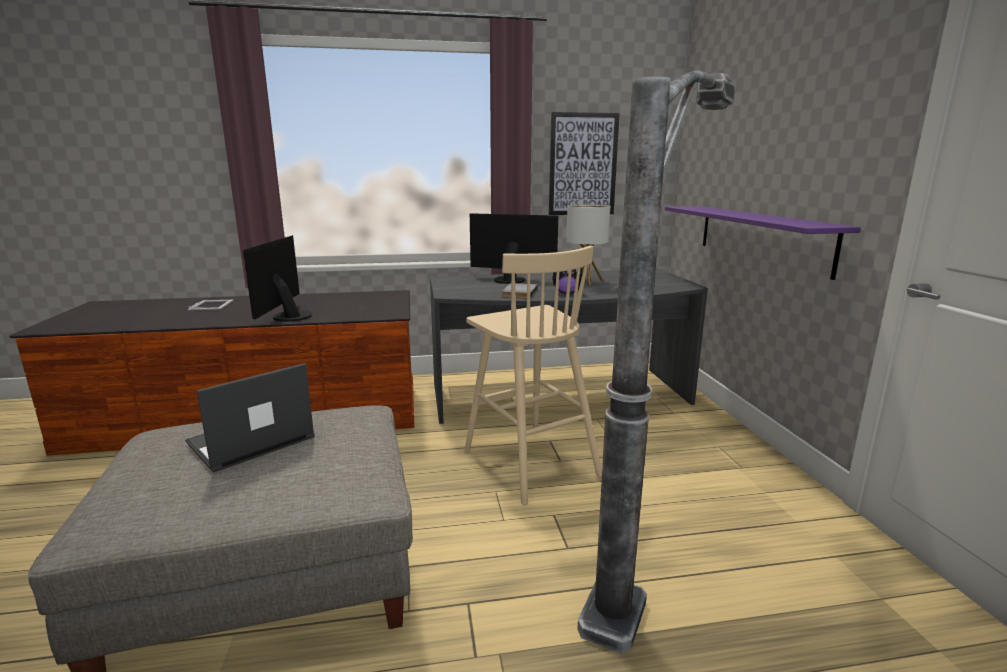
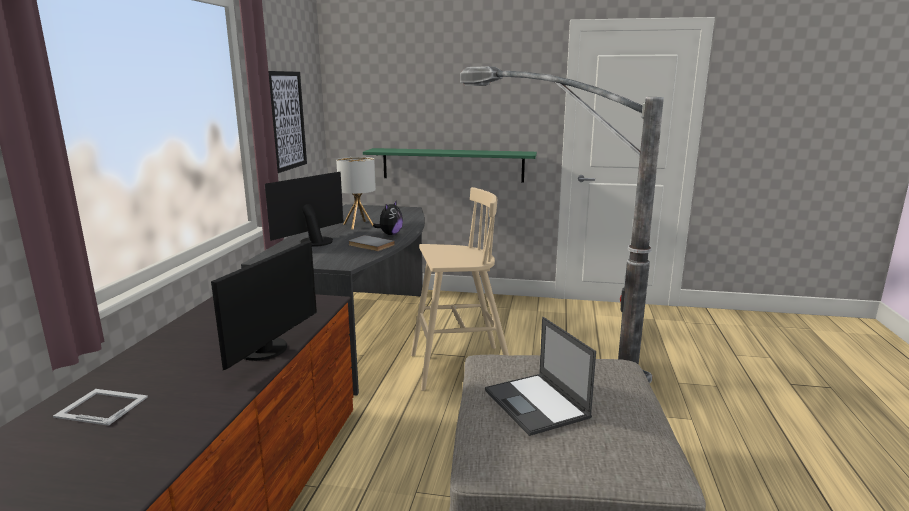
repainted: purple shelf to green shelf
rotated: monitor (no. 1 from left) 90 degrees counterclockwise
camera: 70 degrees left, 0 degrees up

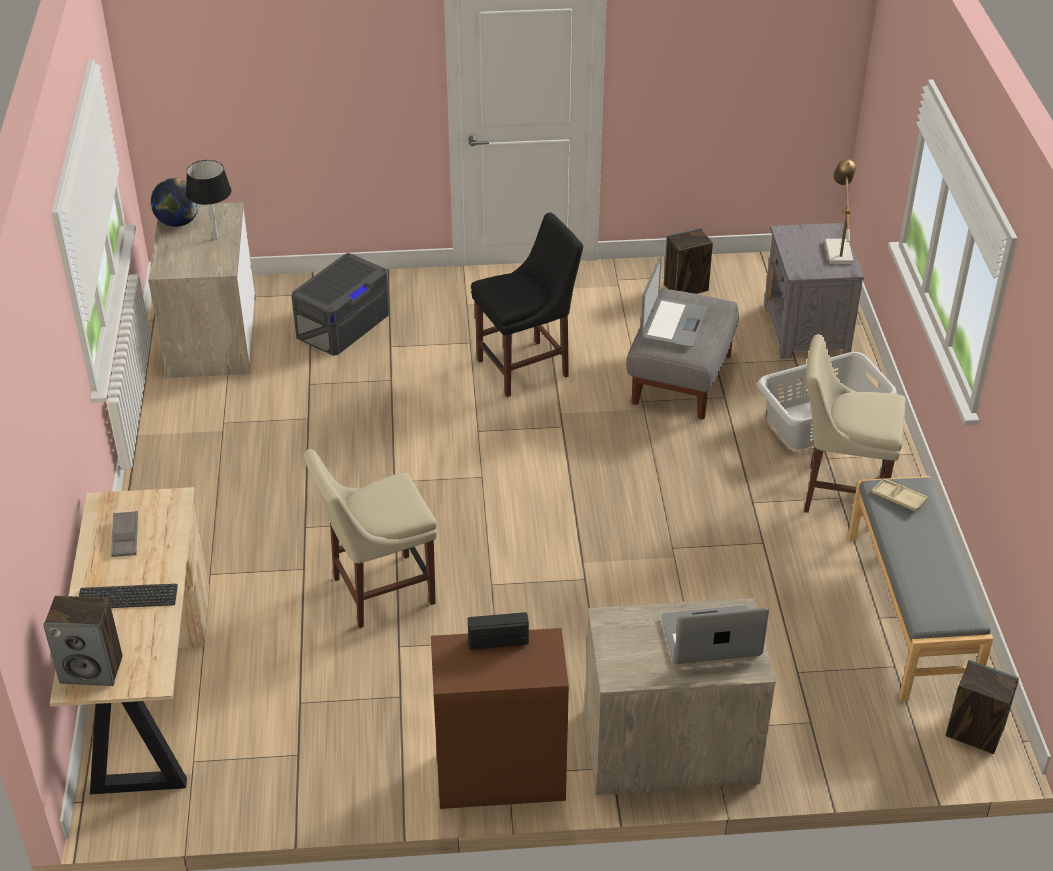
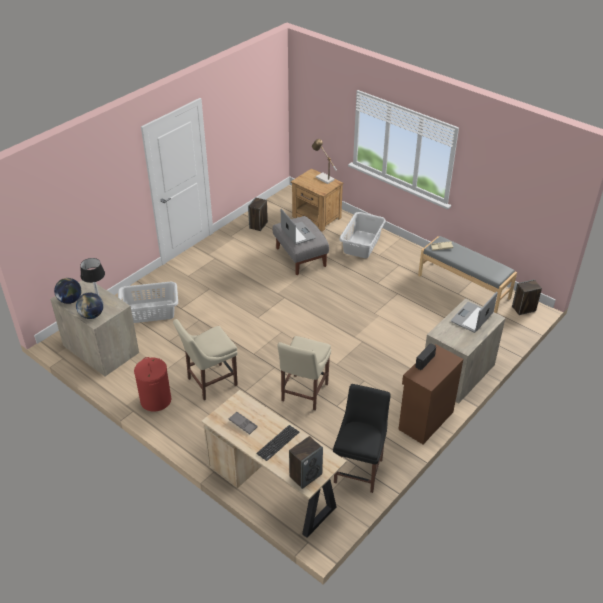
new: globe (no. 2 from left); red laundry basket
shifted: black chair; beige chair (no. 2 from left in the first image) to beige chair (no. 1 from left)
swapped: grey storage box to grey laundry basket (no. 1 from left)
repainted: grey nightstand to brown nightstand
camera: 45 degrees left, 0 degrees up

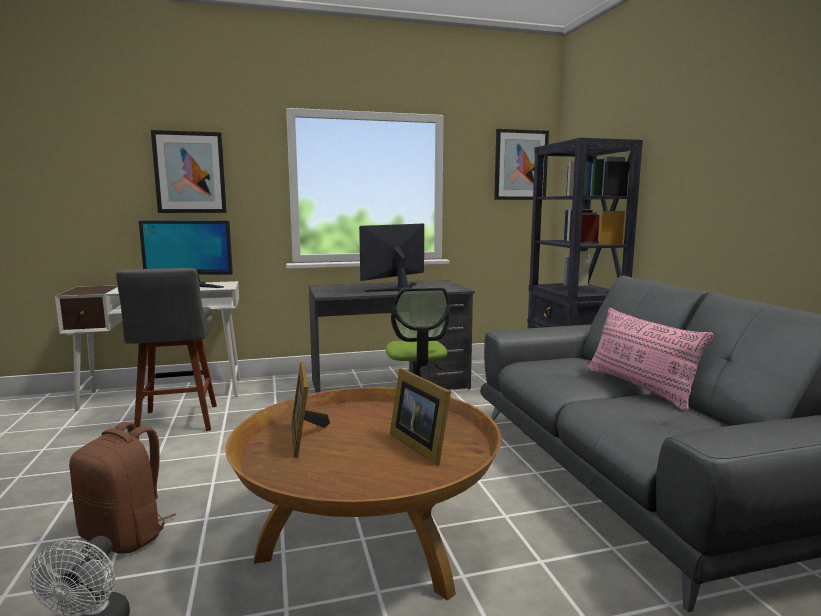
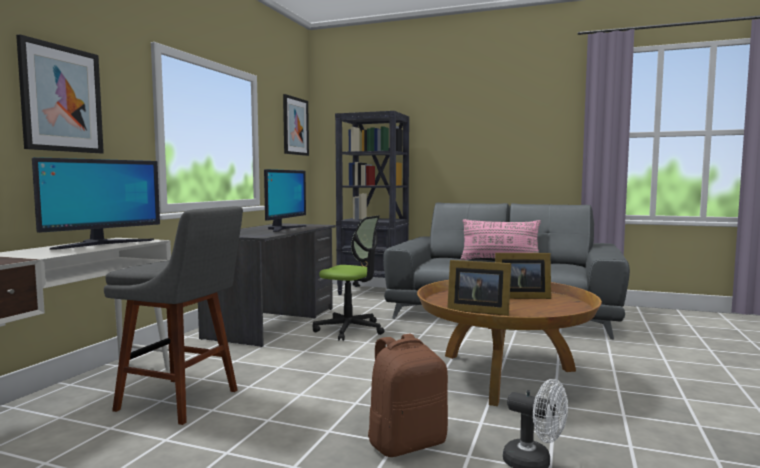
rotated: monitor (no. 2 from left) 150 degrees counterclockwise
camera: 55 degrees left, 5 degrees down

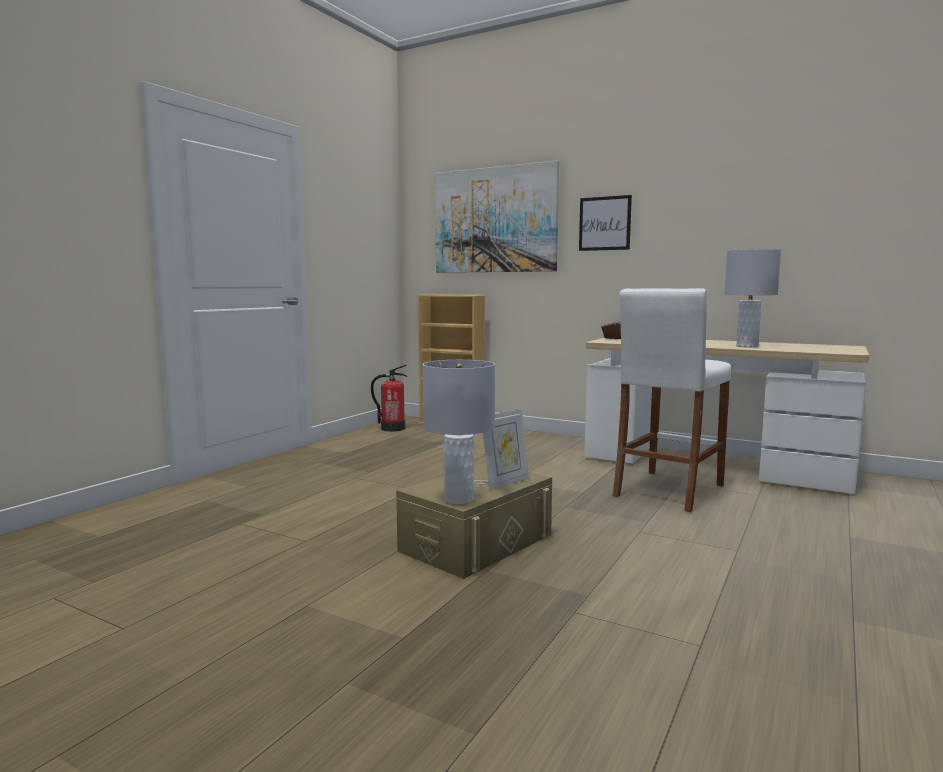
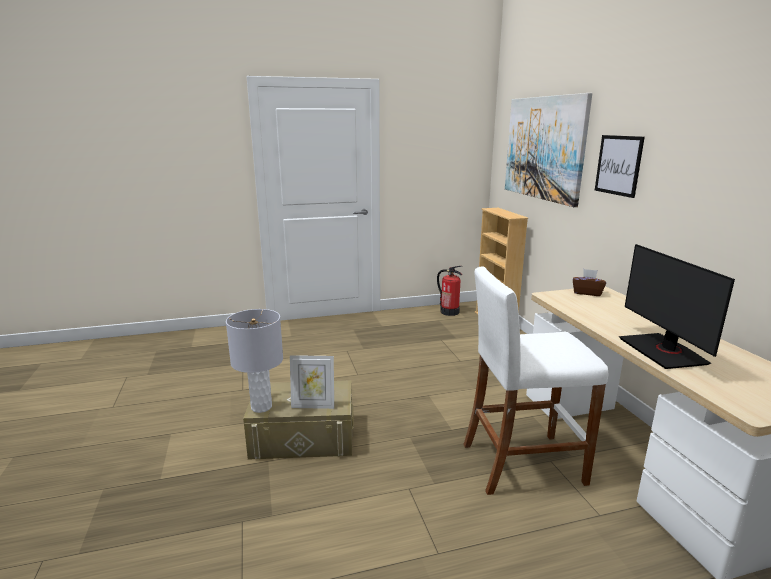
swapped: grey table lamp (no. 2 from left) to monitor
camera: 45 degrees right, 10 degrees up

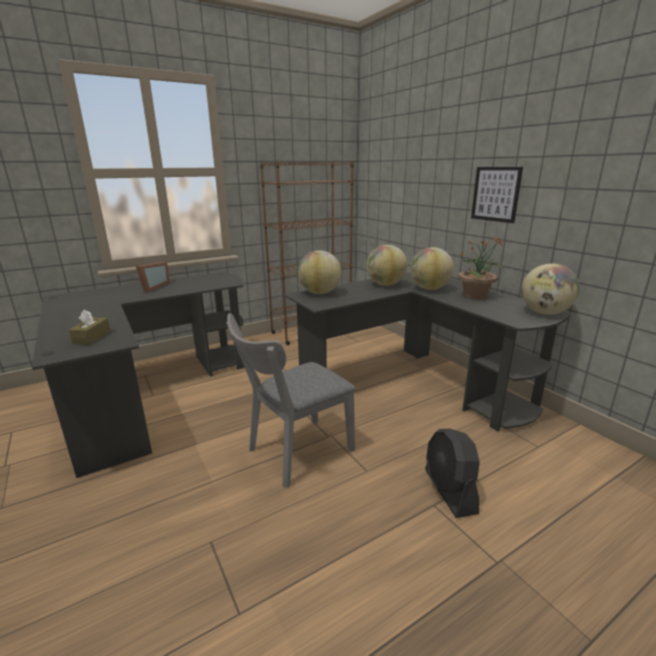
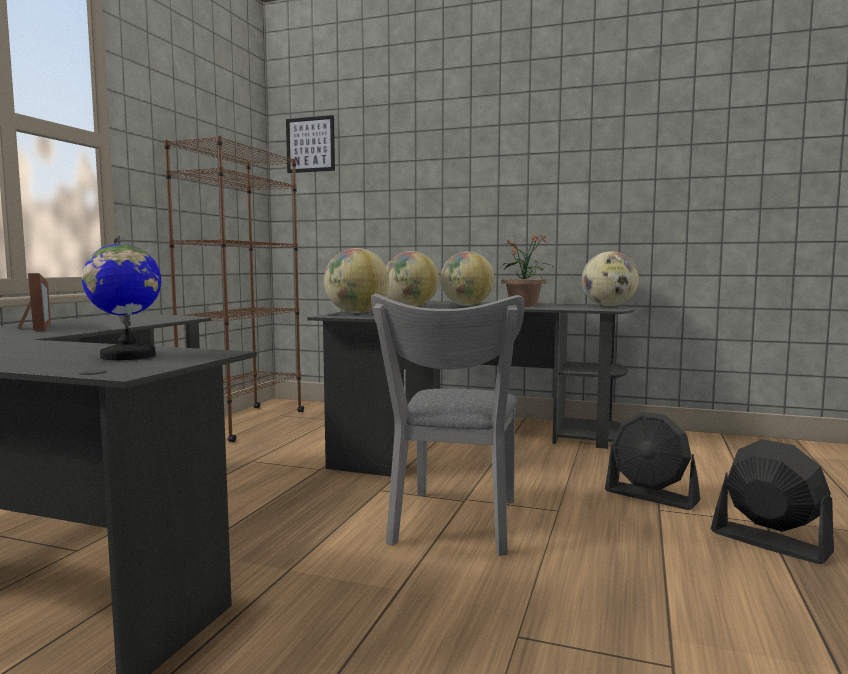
new: black fan (no. 2 from left)
shifted: picture
swapped: brown tissue box to globe (no. 1 from left)
camera: 40 degrees left, 15 degrees down

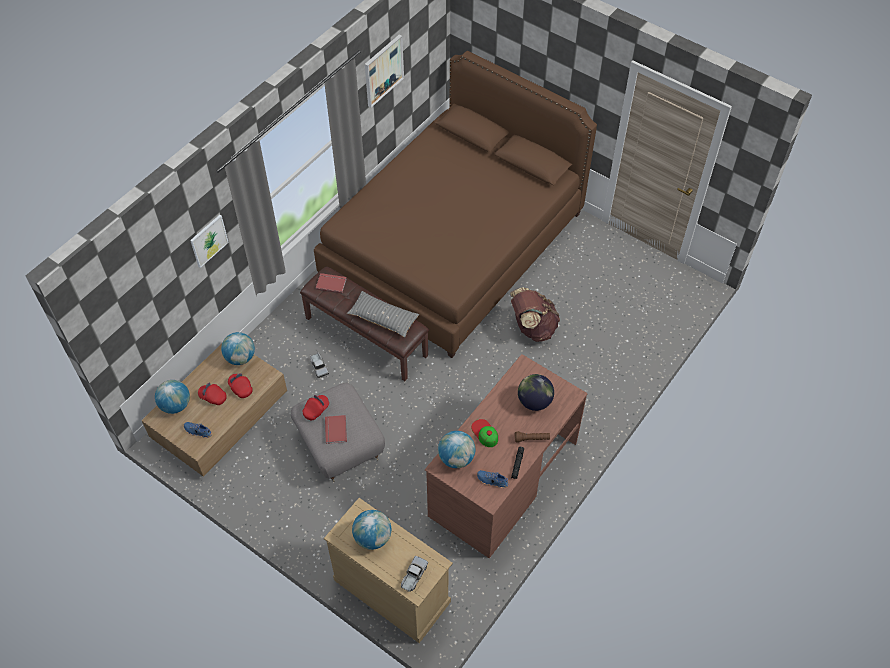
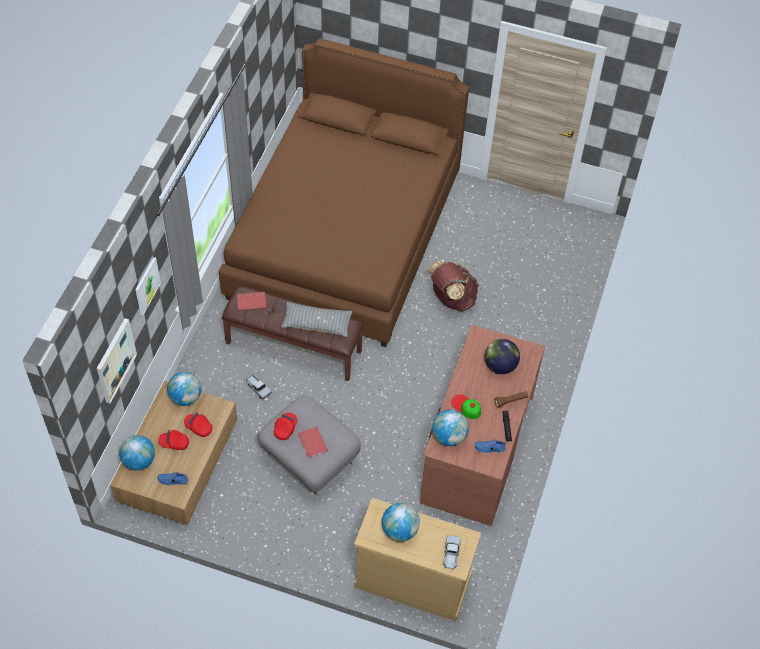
shifted: picture (no. 2 from left in the first image) to picture (no. 1 from left)
camera: 20 degrees left, 0 degrees up

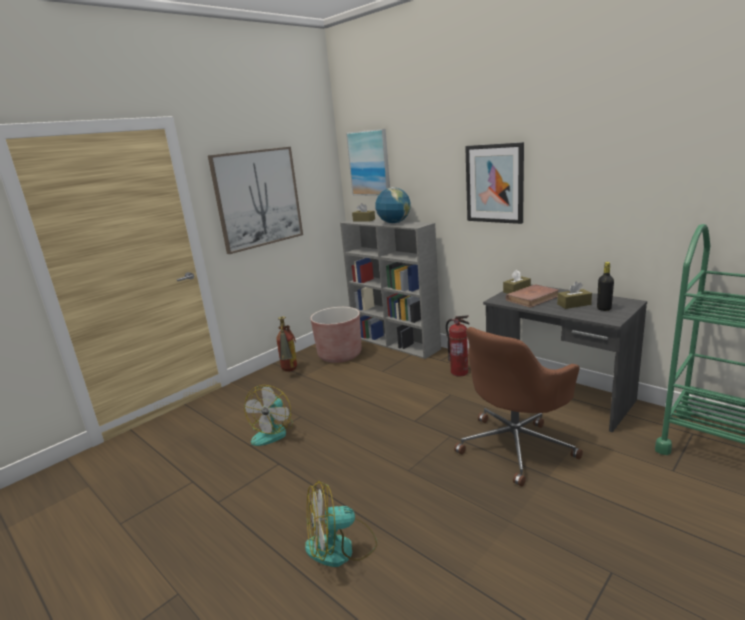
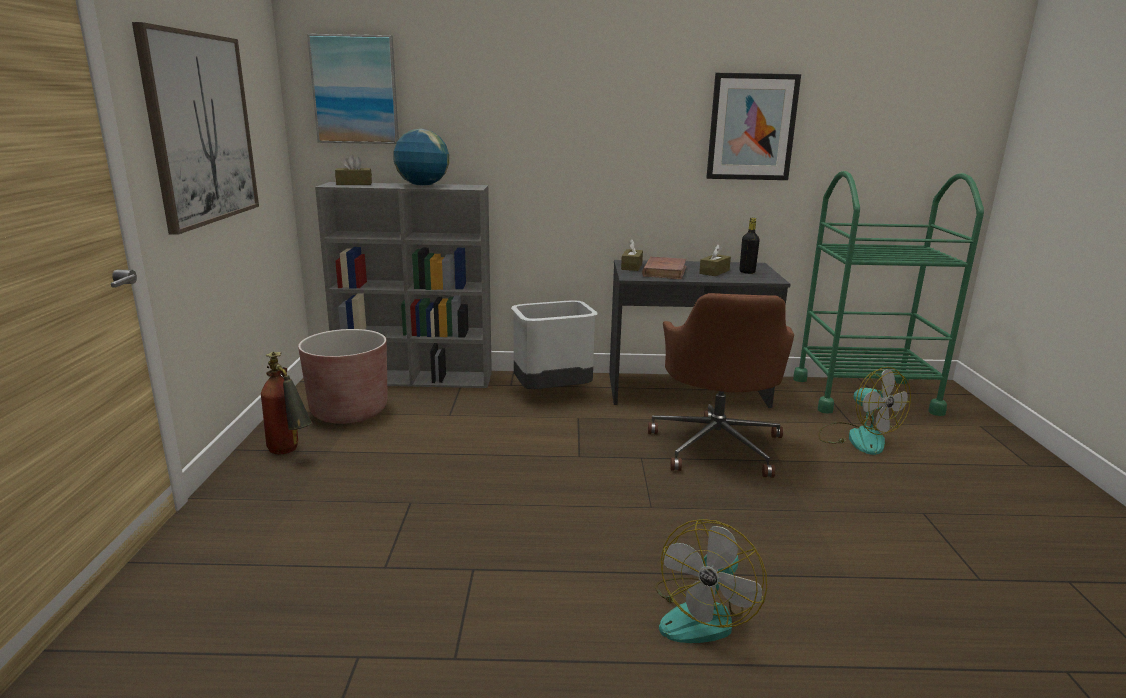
shifted: fan (no. 1 from left in the first image) to fan (no. 2 from left); picture (no. 3 from left)
swapped: fire extinguisher (no. 2 from left) to grey trash can
camera: 45 degrees left, 0 degrees up

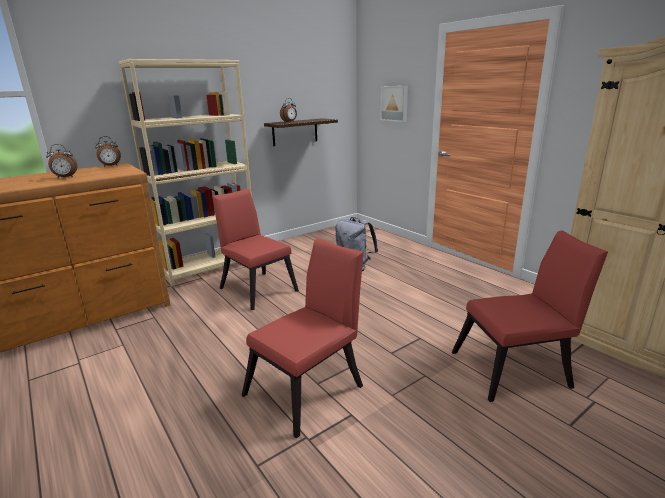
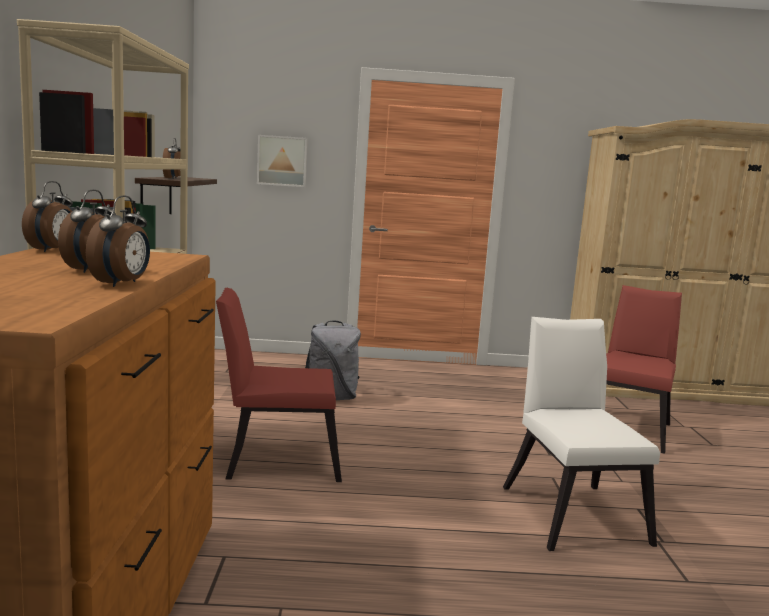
new: alarm clock (no. 3 from left)
repainted: red chair (no. 2 from left) to white chair
camera: 55 degrees left, 10 degrees down

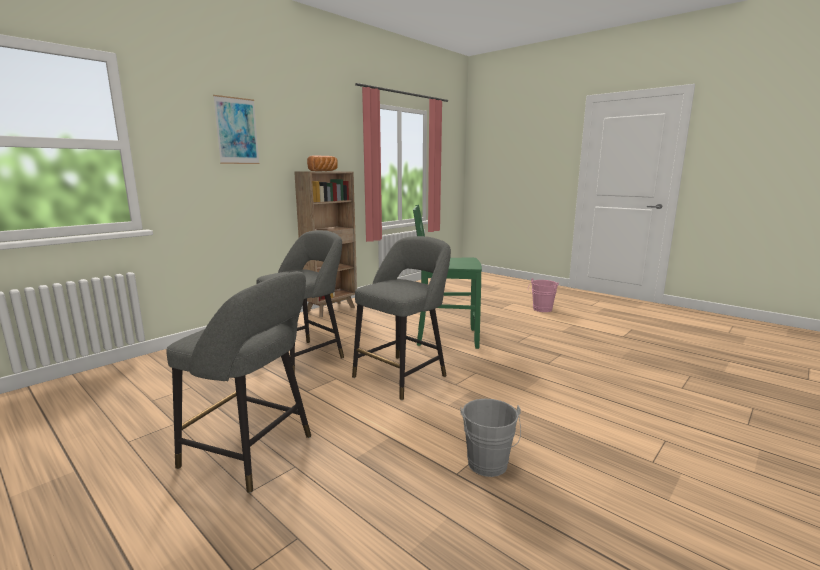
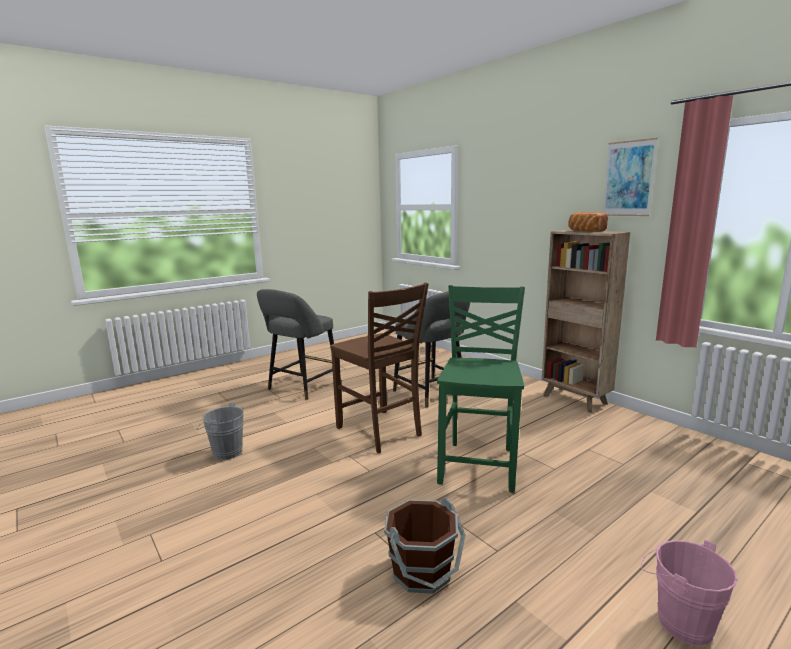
new: brown bucket
shifted: picture
swapped: grey stool (no. 3 from left) to brown chair
camera: 100 degrees right, 0 degrees up

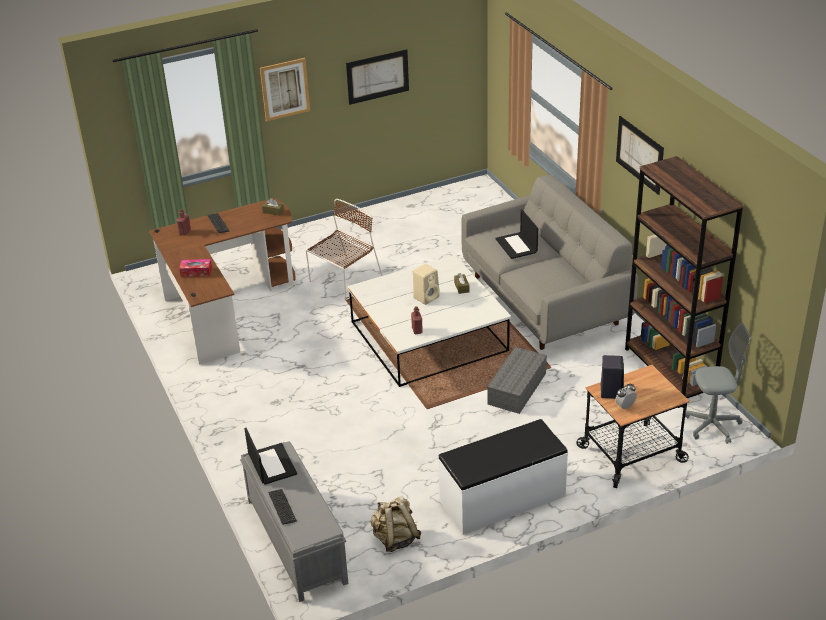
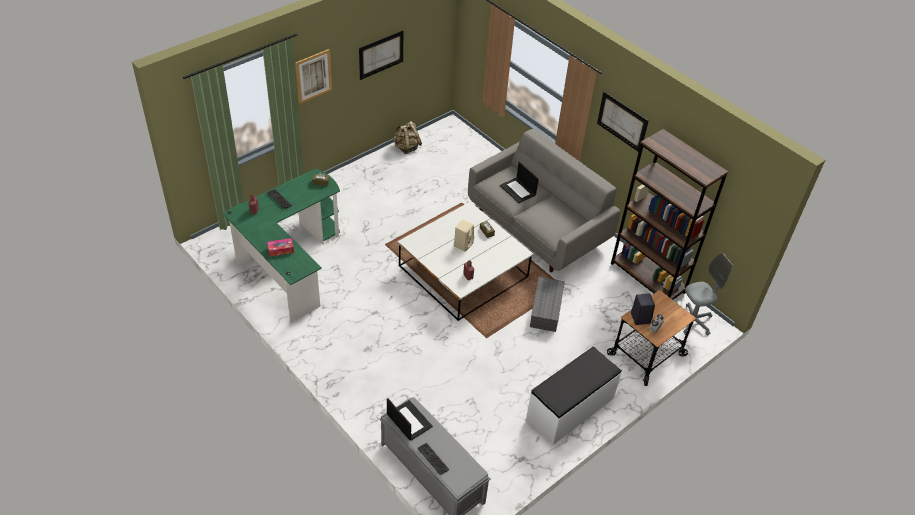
gone: brown chair
shifted: beige backpack
repainted: brown desk to green desk
camera: 20 degrees left, 10 degrees up

